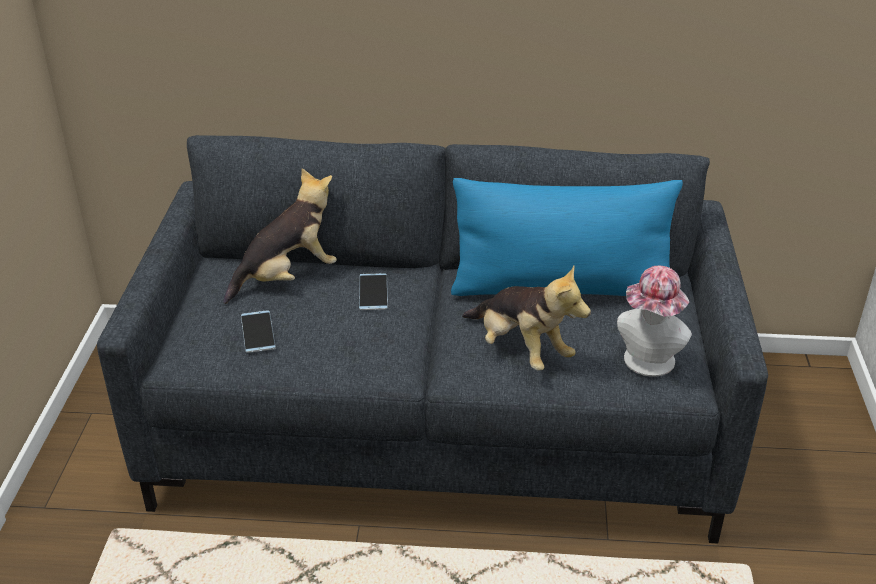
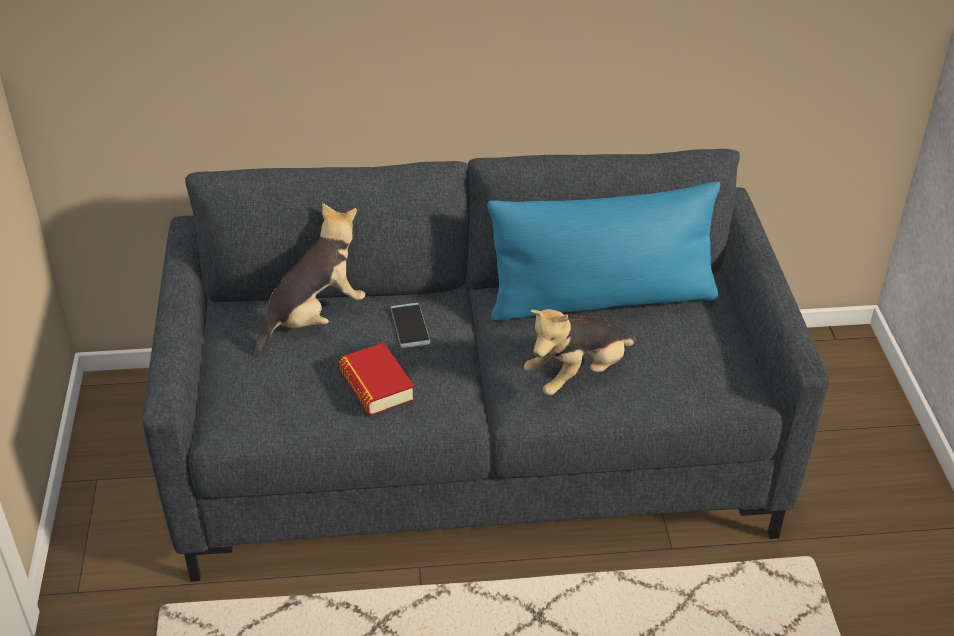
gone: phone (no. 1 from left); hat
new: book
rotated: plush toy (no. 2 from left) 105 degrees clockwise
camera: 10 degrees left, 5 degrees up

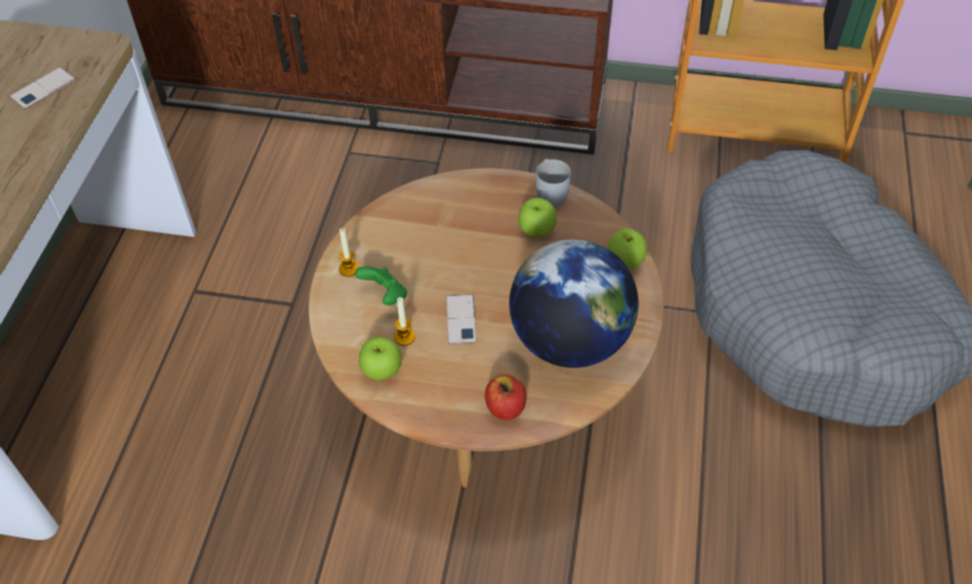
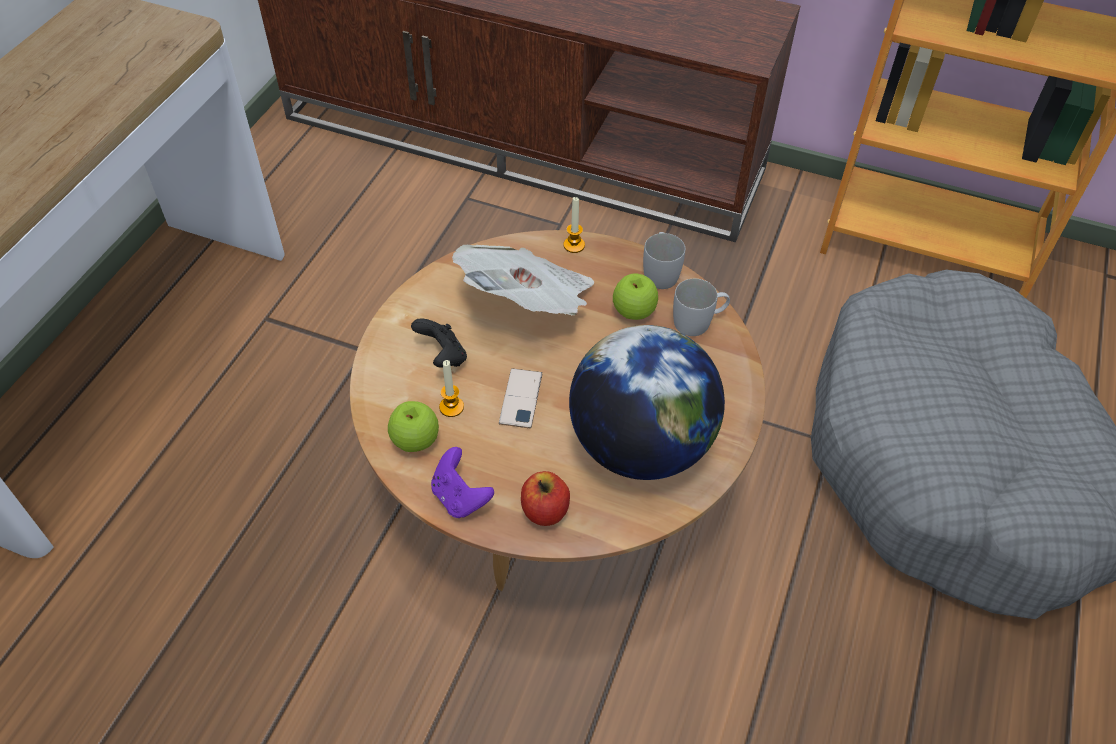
gone: phone (no. 1 from left); apple (no. 4 from left)
new: purple game controller; newspaper; white mug (no. 2 from left)
shifted: candle (no. 1 from left in the first image) to candle (no. 2 from left)
repainted: green game controller to black game controller
camera: 10 degrees right, 0 degrees up

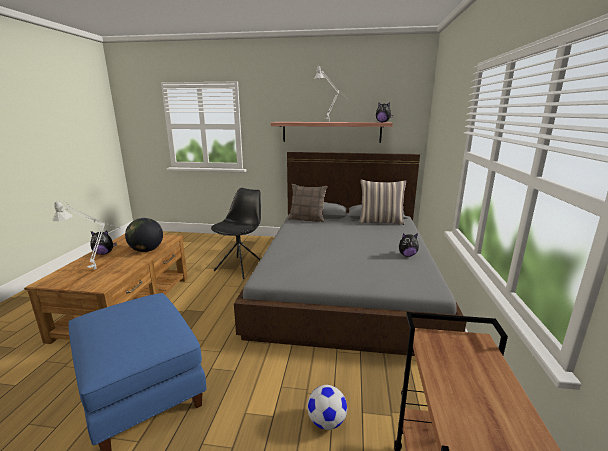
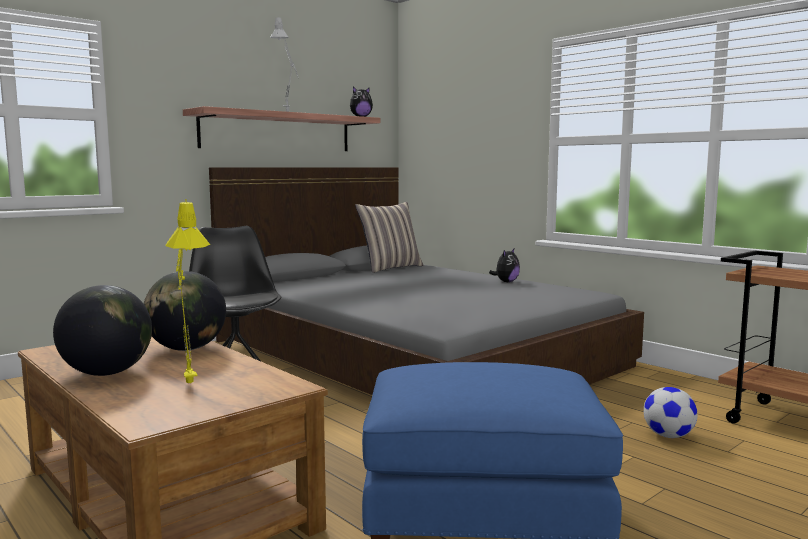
gone: pillow (no. 1 from left)
swapped: plush toy (no. 1 from left) to globe (no. 1 from left)
repainted: grey table lamp (no. 1 from left) to yellow table lamp
camera: 50 degrees left, 10 degrees down

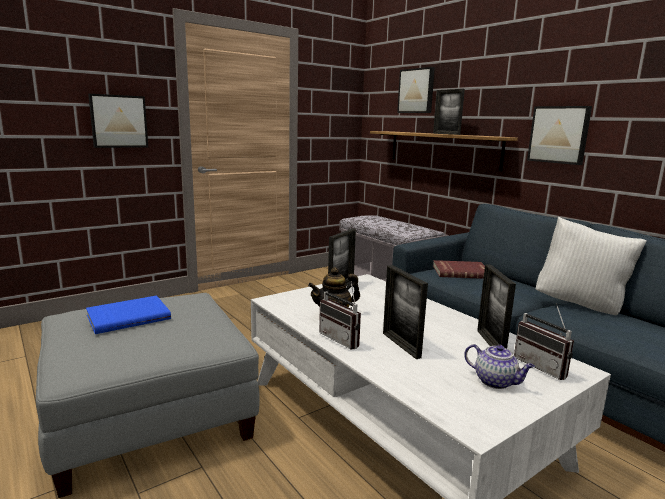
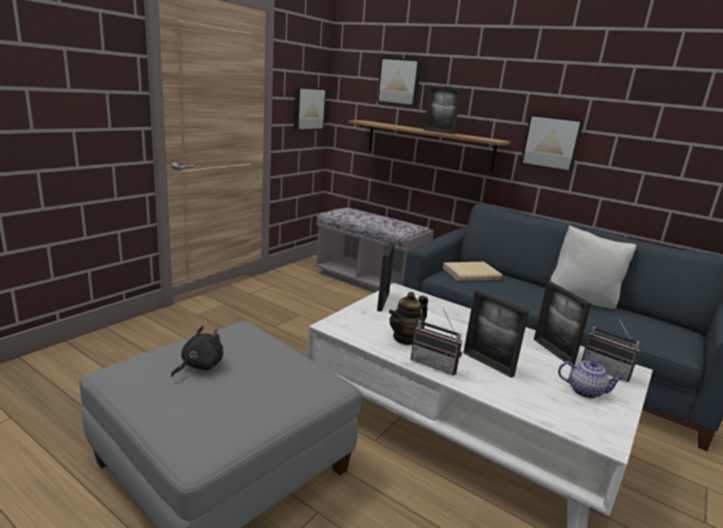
shifted: picture (no. 1 from left)
swapped: blue book to black plush toy
repainted: red book to beige book
camera: 20 degrees left, 5 degrees up

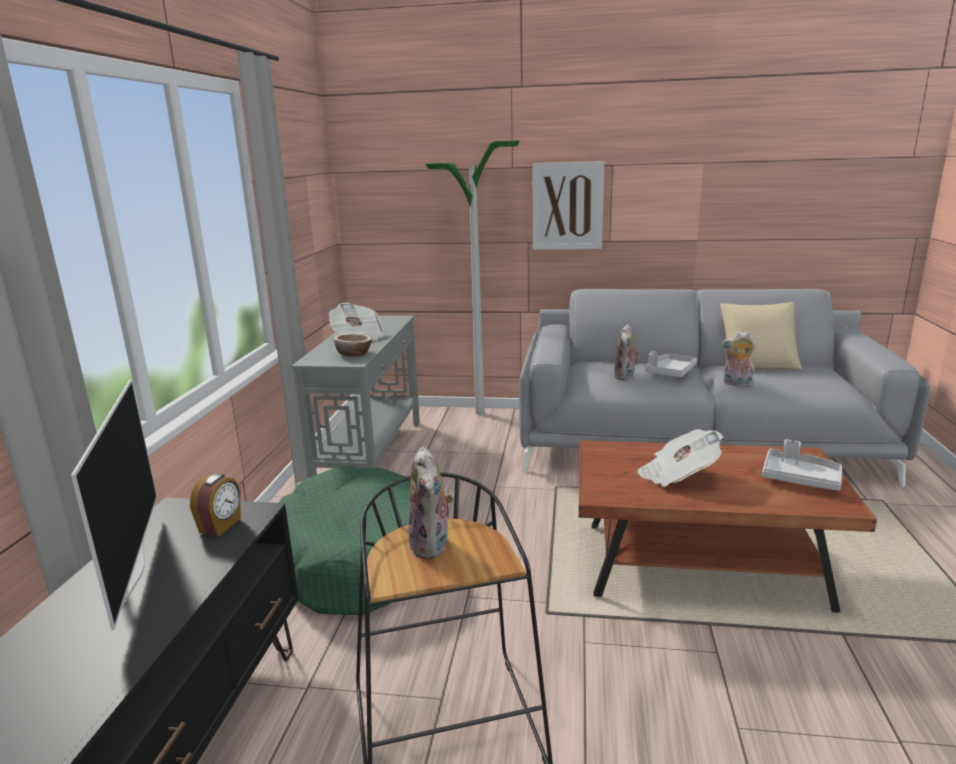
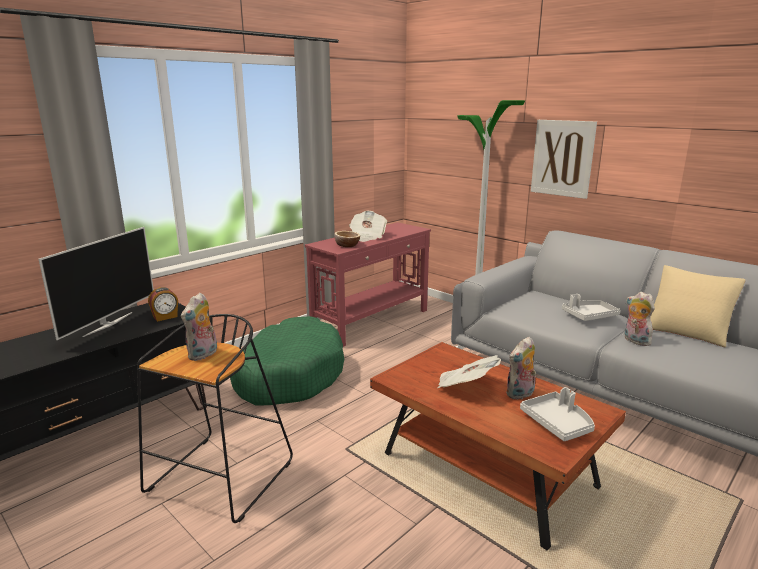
shifted: plush toy (no. 2 from left)
repainted: grey console table to red console table
camera: 35 degrees right, 0 degrees up

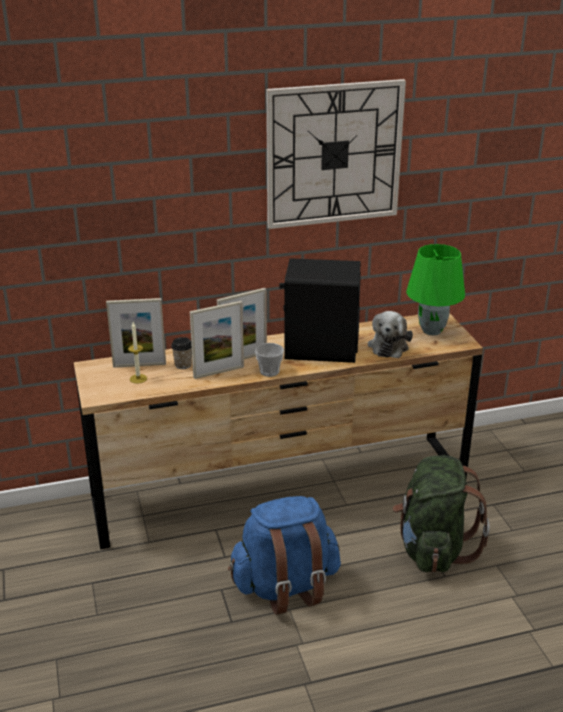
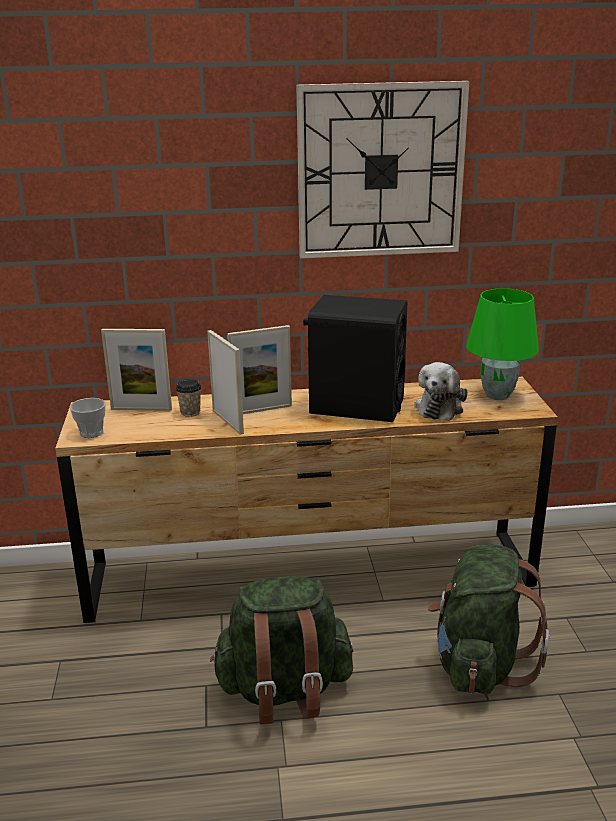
gone: candle
shifted: cup (no. 2 from left in the first image) to cup (no. 1 from left)
repainted: blue backpack to green backpack (no. 1 from left)
rotated: picture frame (no. 2 from left) 105 degrees counterclockwise
camera: 10 degrees right, 5 degrees down

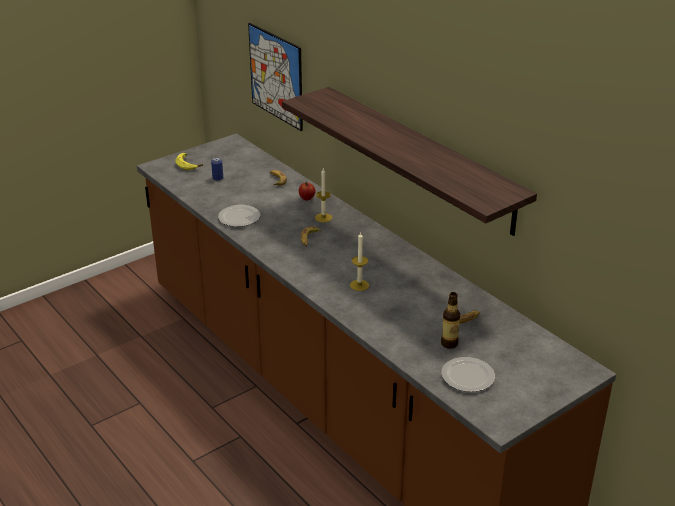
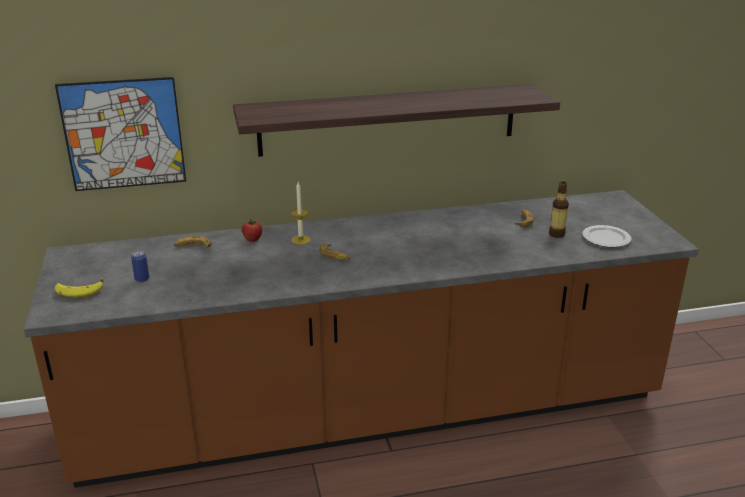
gone: plate (no. 1 from left); candle (no. 2 from left)
camera: 65 degrees left, 5 degrees down

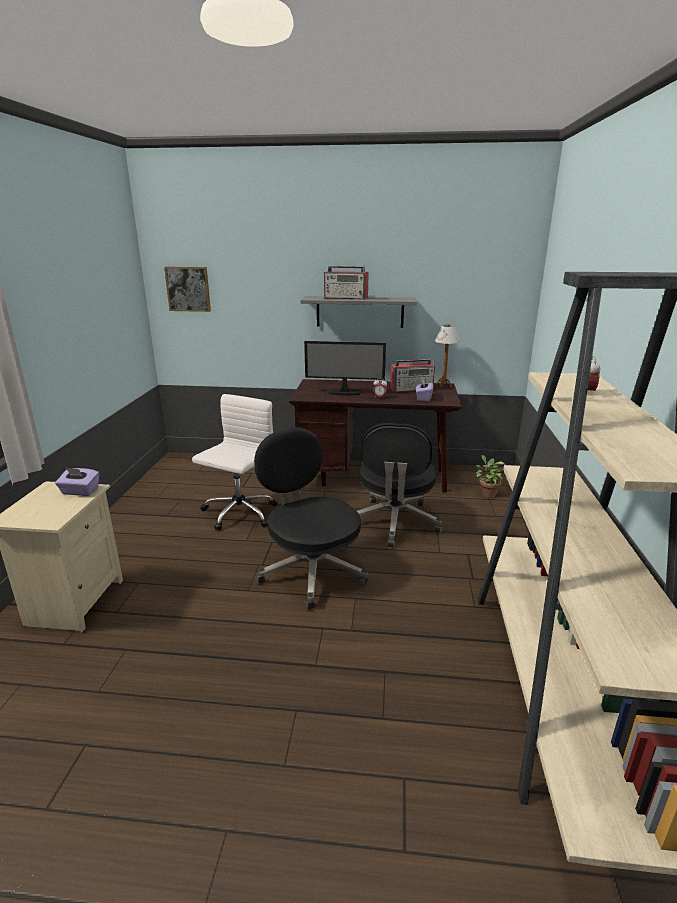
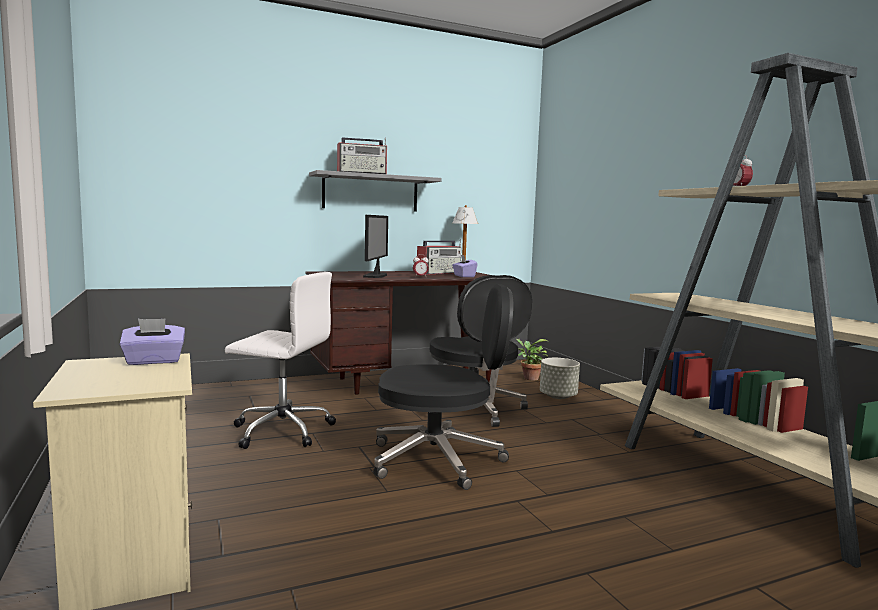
gone: picture
new: grey planter
rotated: white office chair 105 degrees clockwise; black office chair (no. 1 from left) 150 degrees clockwise; monitor 60 degrees counterclockwise
camera: 30 degrees left, 15 degrees down

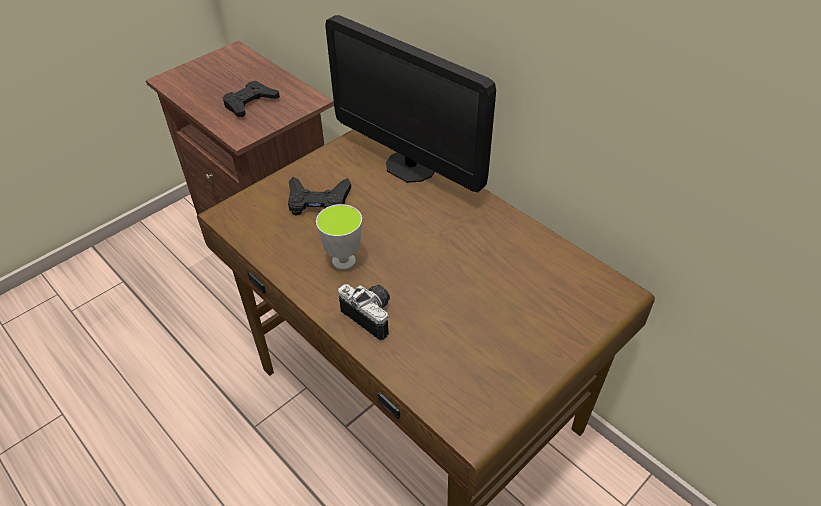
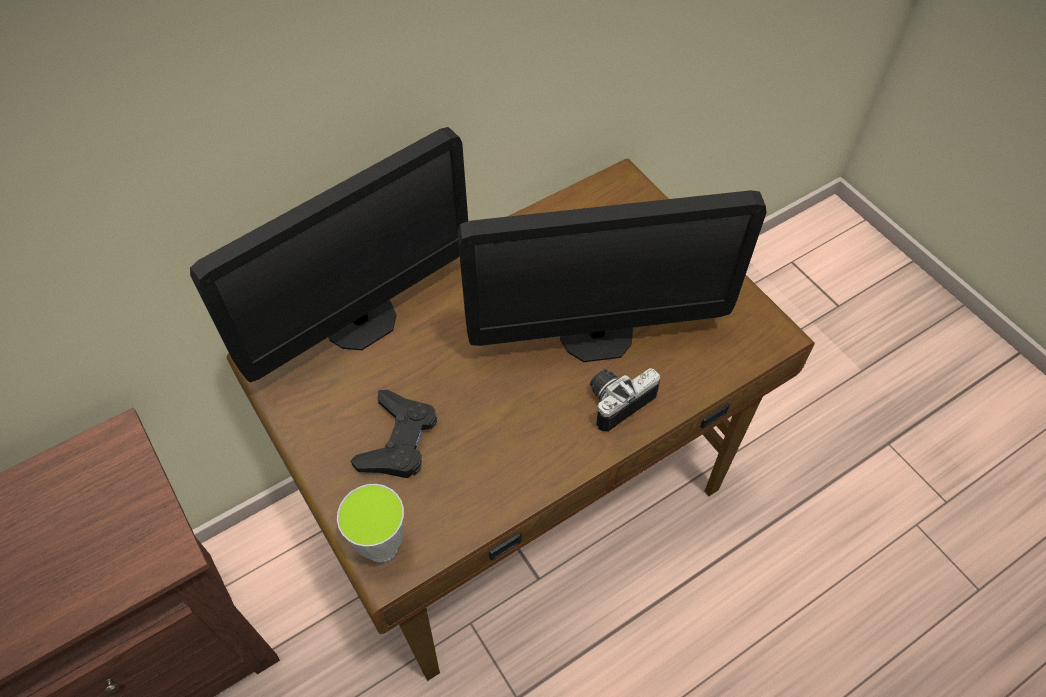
gone: black game controller (no. 1 from left)
new: monitor (no. 2 from left)
shifted: cup
camera: 80 degrees left, 10 degrees up

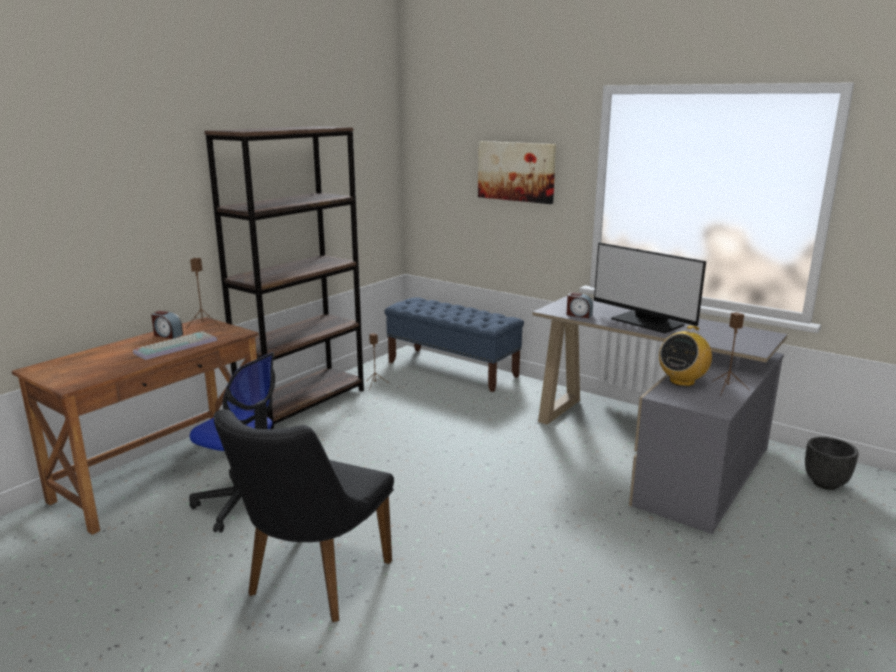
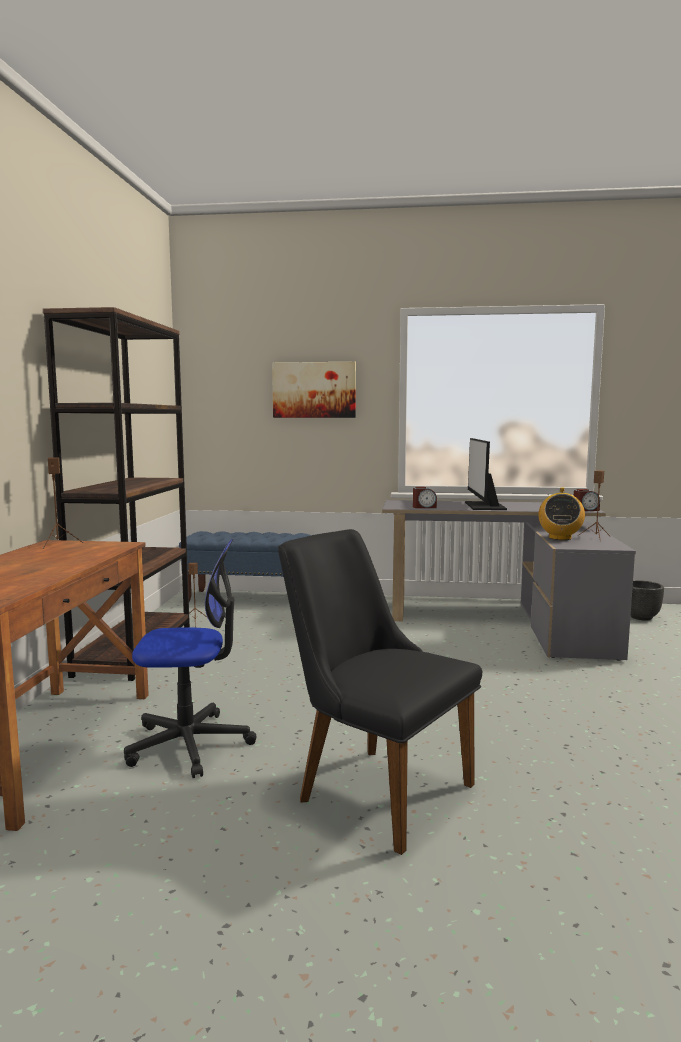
gone: keyboard
shifted: alarm clock (no. 1 from left in the first image) to alarm clock (no. 2 from left)
rotated: black chair 135 degrees clockwise; monitor 75 degrees clockwise
camera: 30 degrees left, 10 degrees down

